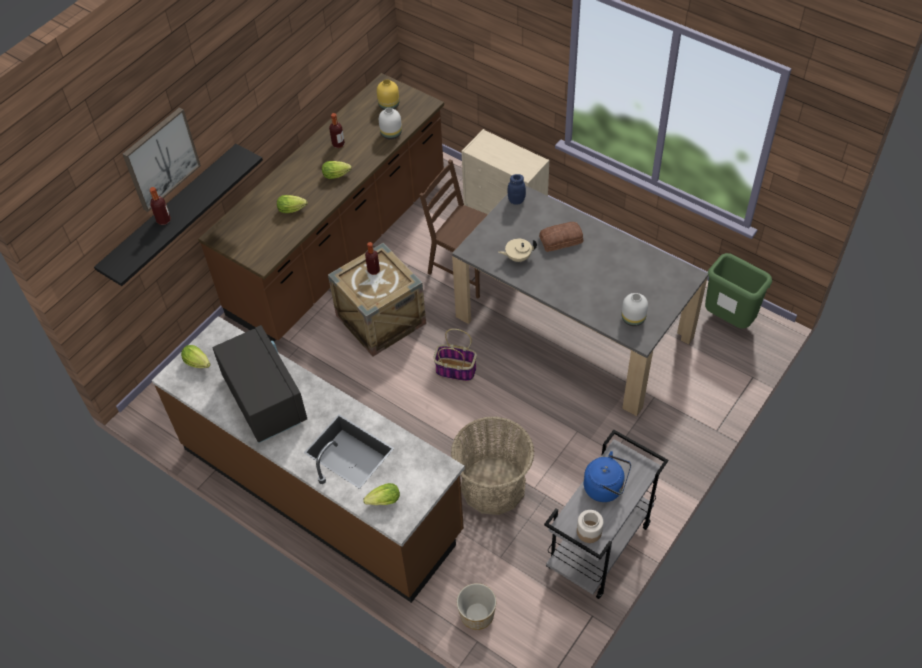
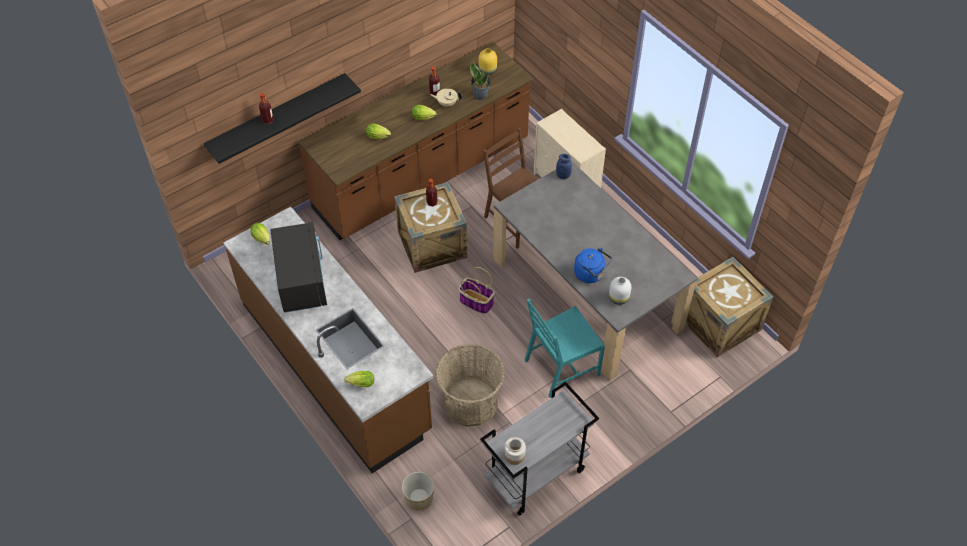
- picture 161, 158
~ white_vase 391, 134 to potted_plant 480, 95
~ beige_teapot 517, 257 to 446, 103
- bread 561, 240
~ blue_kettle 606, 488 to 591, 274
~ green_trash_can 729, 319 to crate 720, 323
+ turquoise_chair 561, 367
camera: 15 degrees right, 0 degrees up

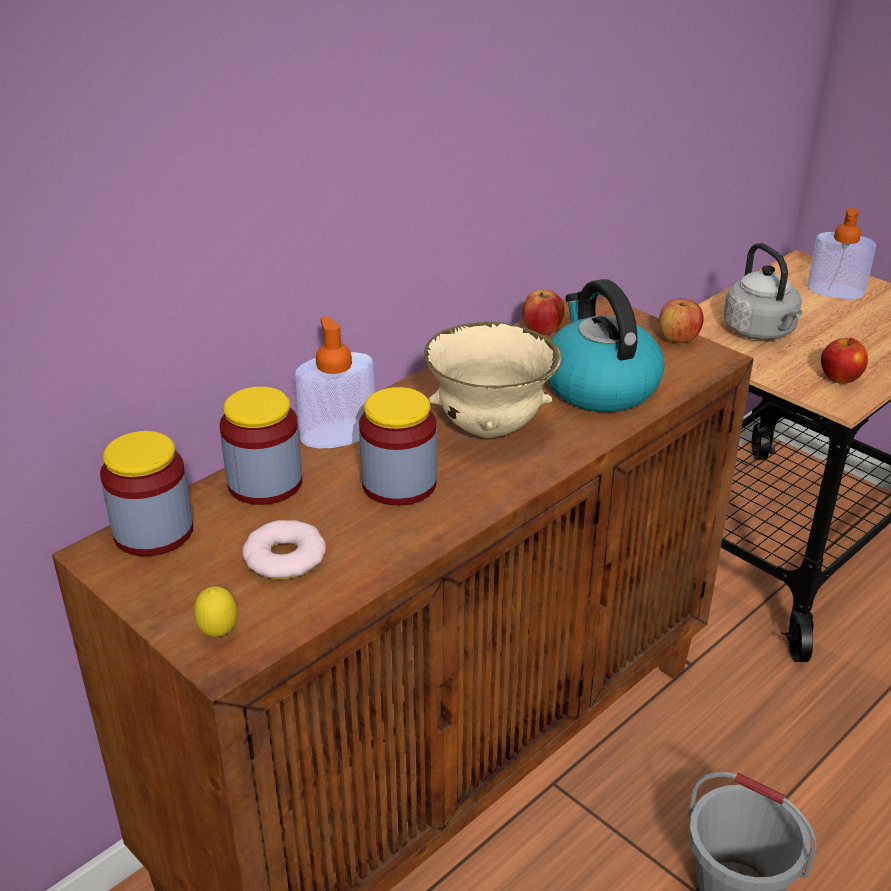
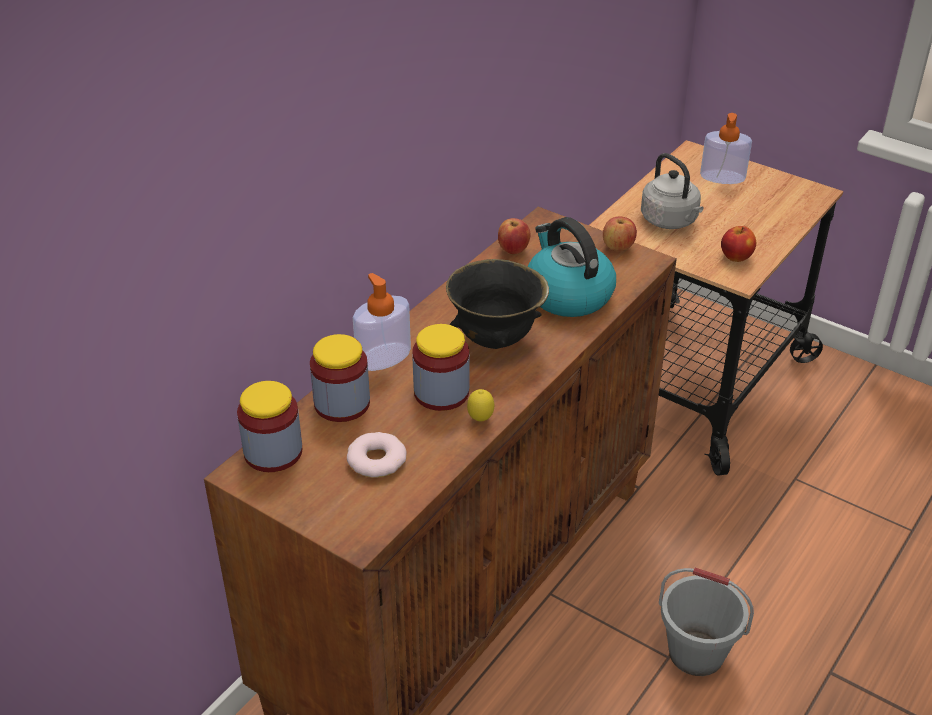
~ lemon 219, 634 to 480, 420
~ beige_bowl 489, 429 to black_bowl 495, 341
camera: 10 degrees left, 5 degrees up

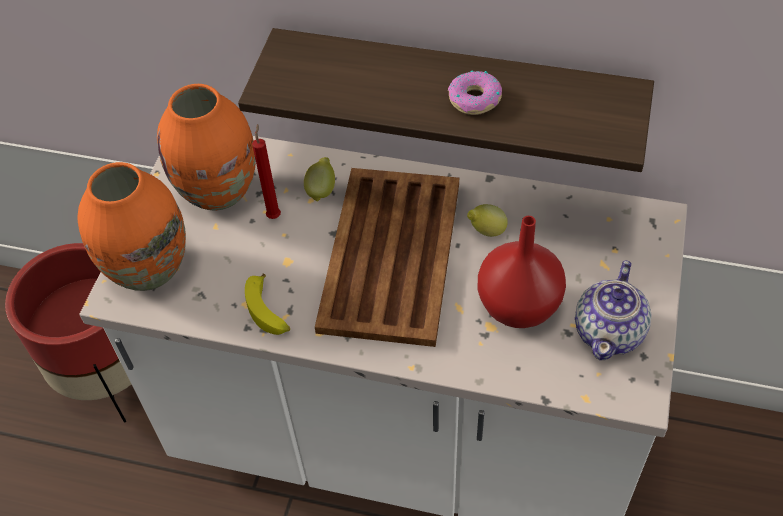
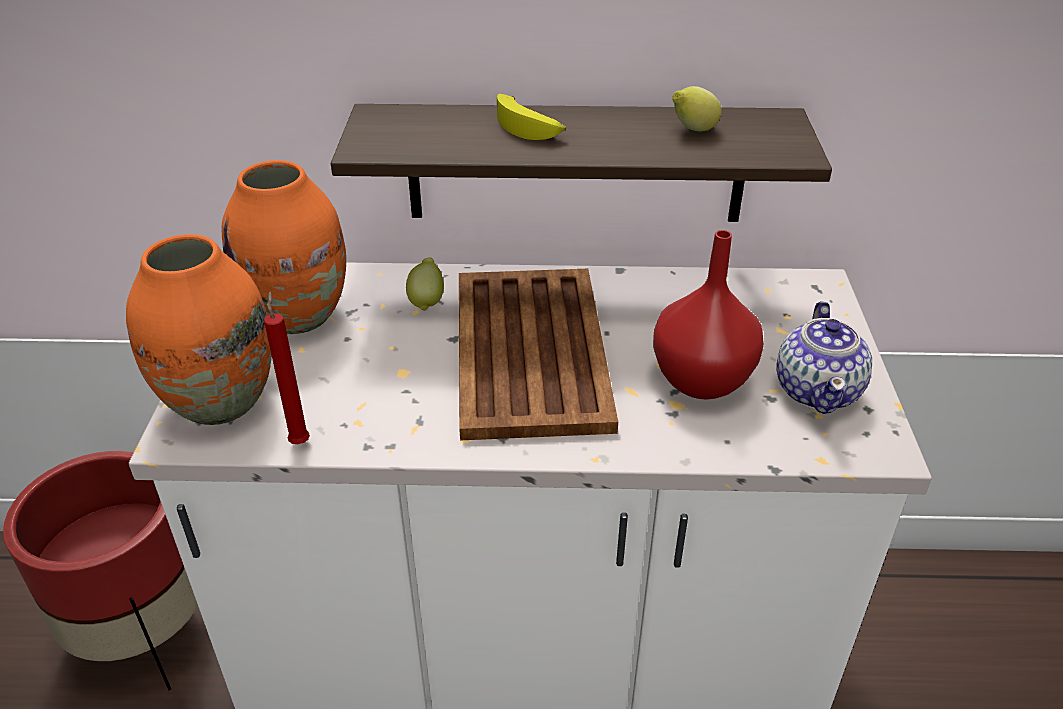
~ banana 269, 311 to 529, 128
~ red_candle 274, 215 to 300, 441
- donut 475, 99
~ lemon 486, 231 to 693, 130
camera: 15 degrees left, 15 degrees down

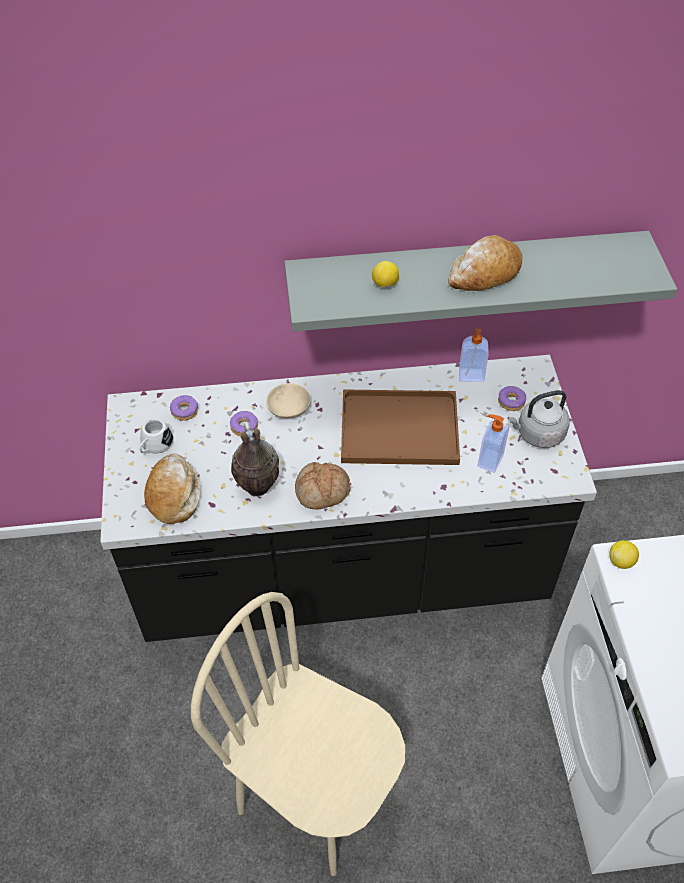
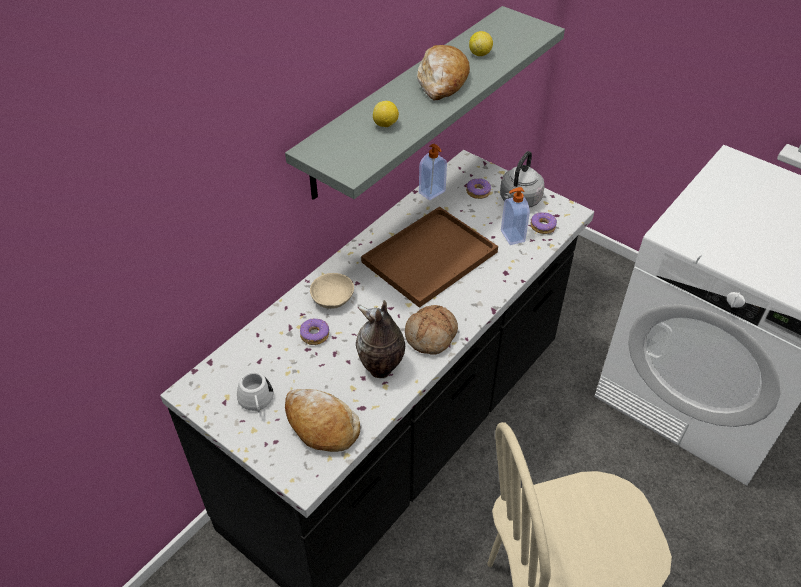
~ donut 185, 411 to 543, 226
~ lemon 621, 561 to 480, 54
camera: 45 degrees left, 5 degrees down

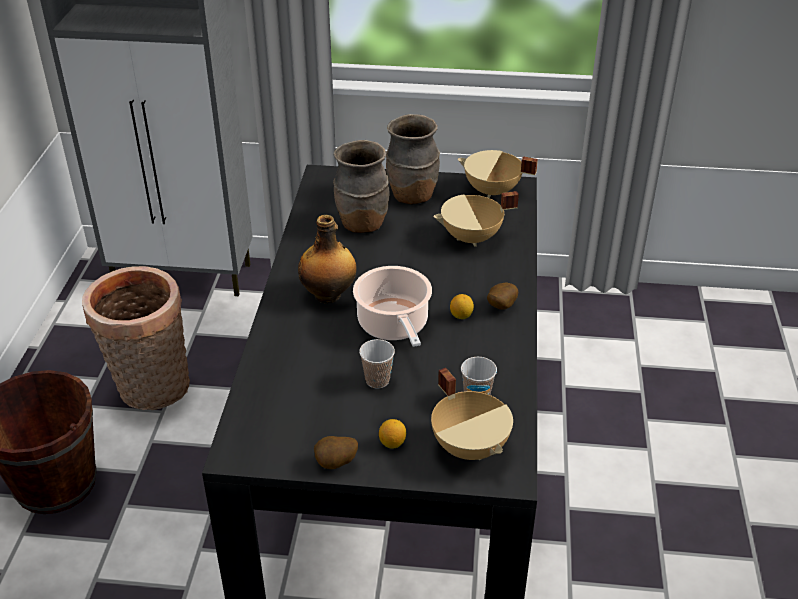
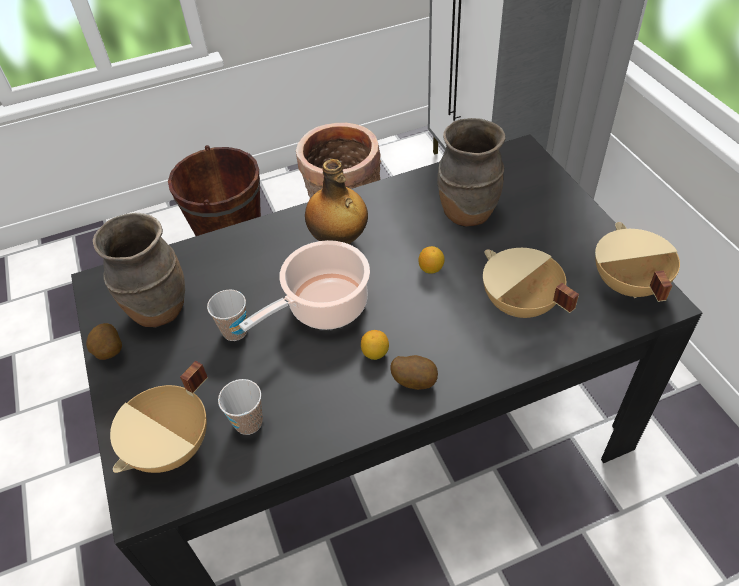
~ lemon 392, 443 to 431, 269
~ brown_vase 411, 196 to 158, 309
camera: 65 degrees right, 10 degrees up

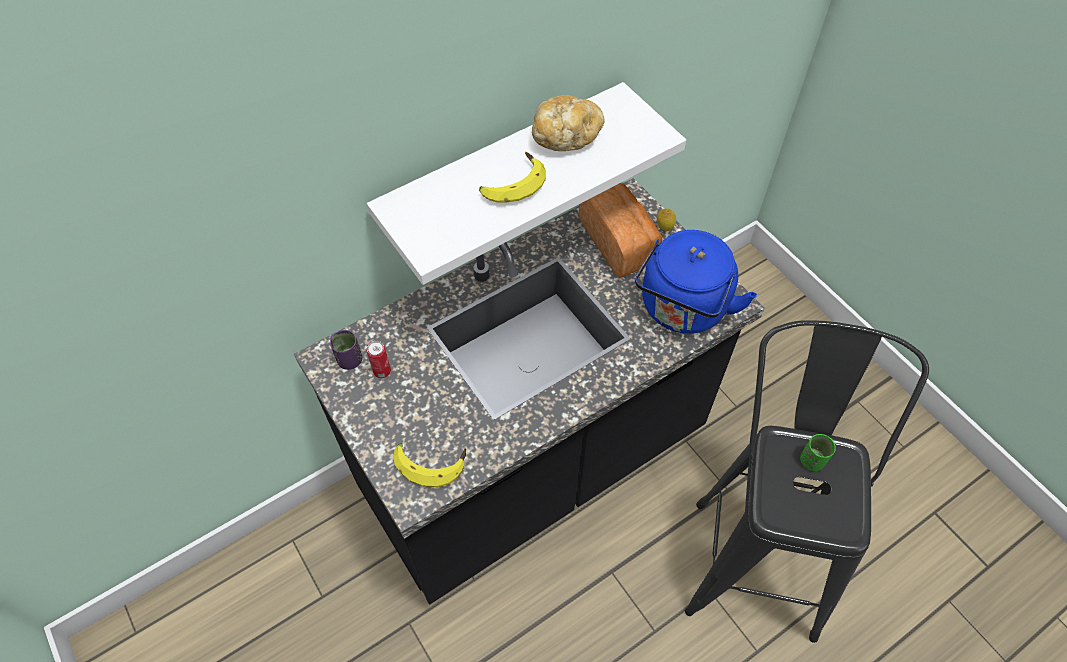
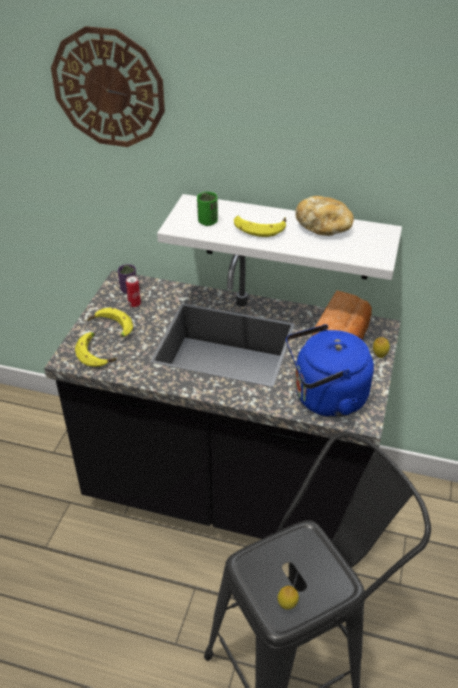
~ green_cup 811, 461 to 207, 222
+ wall_clock 108, 88
+ banana 111, 328
+ lemon 287, 605
camera: 50 degrees right, 15 degrees down

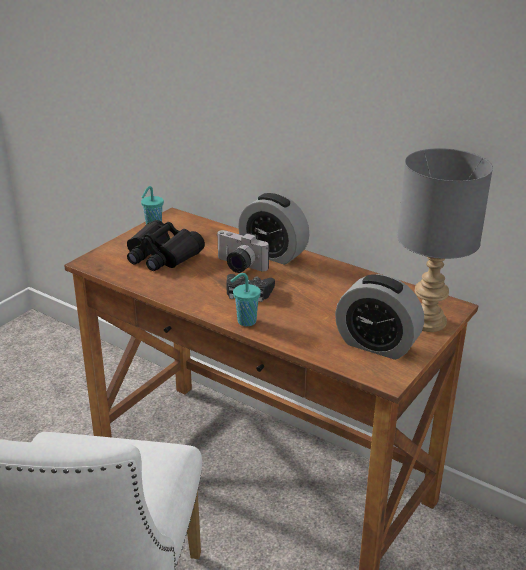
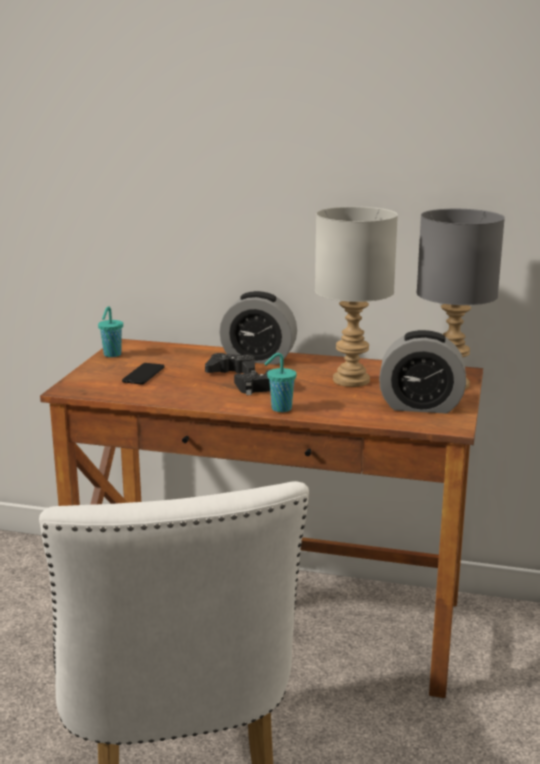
~ black_binoculars 162, 256 to phone 143, 374
~ photo_camera 238, 266 to black_game_controller 232, 371
+ grey_table_lamp 352, 380
camera: 20 degrees left, 10 degrees down

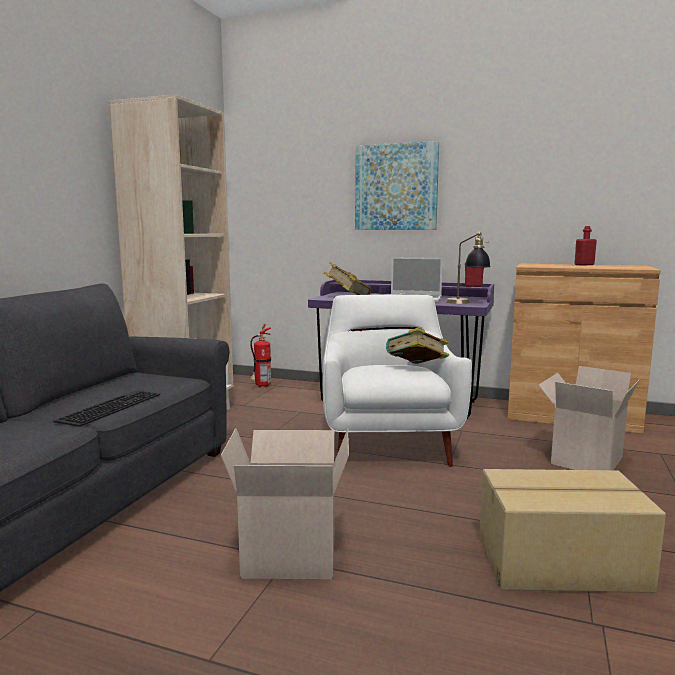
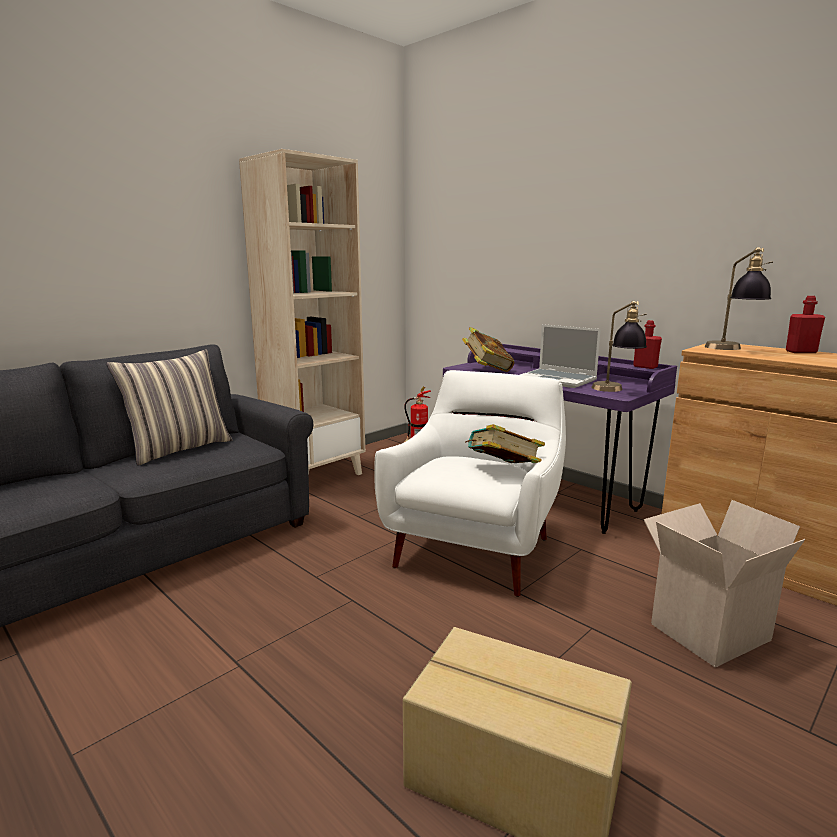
- keyboard 110, 406
- cardboard_box 292, 554
- picture 396, 187
+ pillow 179, 449
+ table_lamp 732, 349
camera: 25 degrees right, 5 degrees up

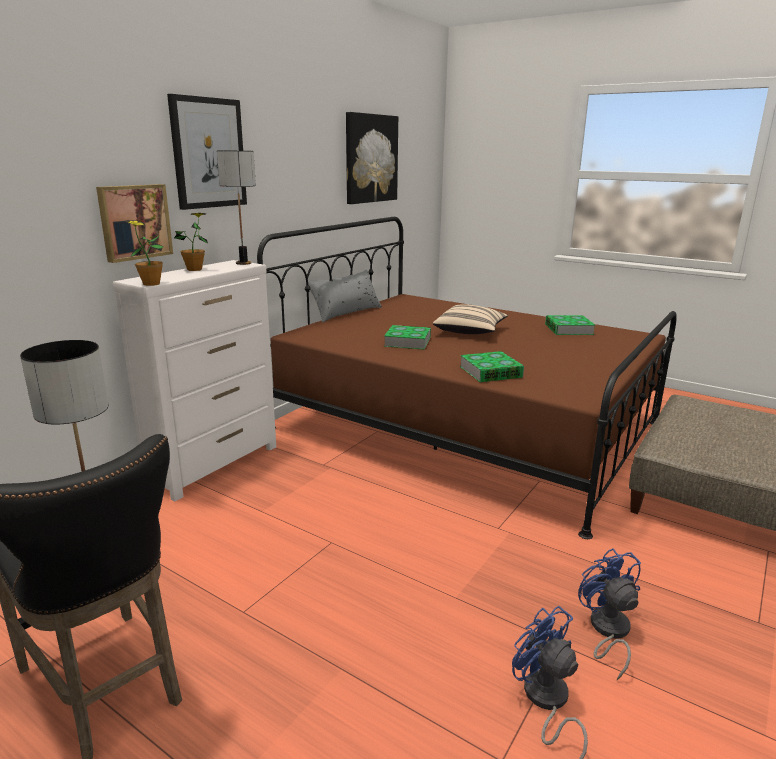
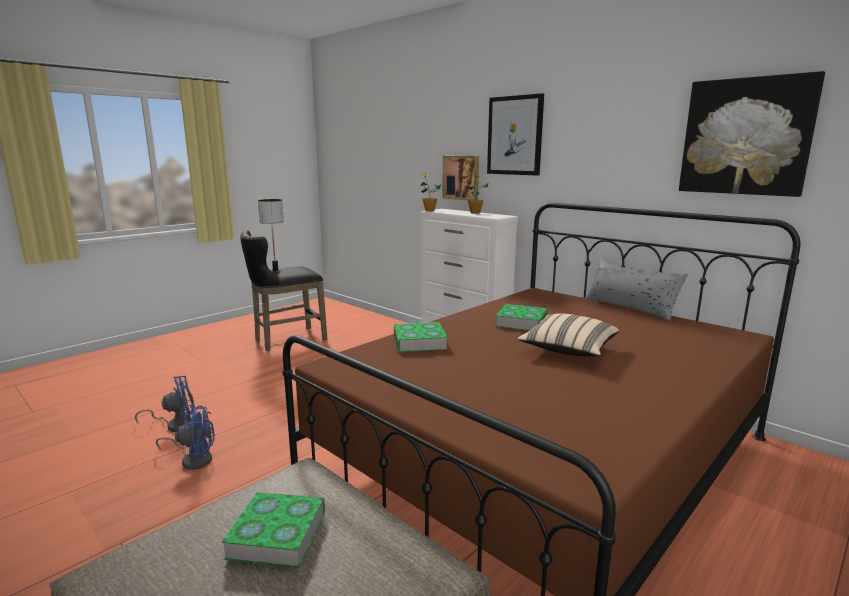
- table_lamp 243, 263
~ book 568, 329 to 277, 535
camera: 100 degrees right, 5 degrees down

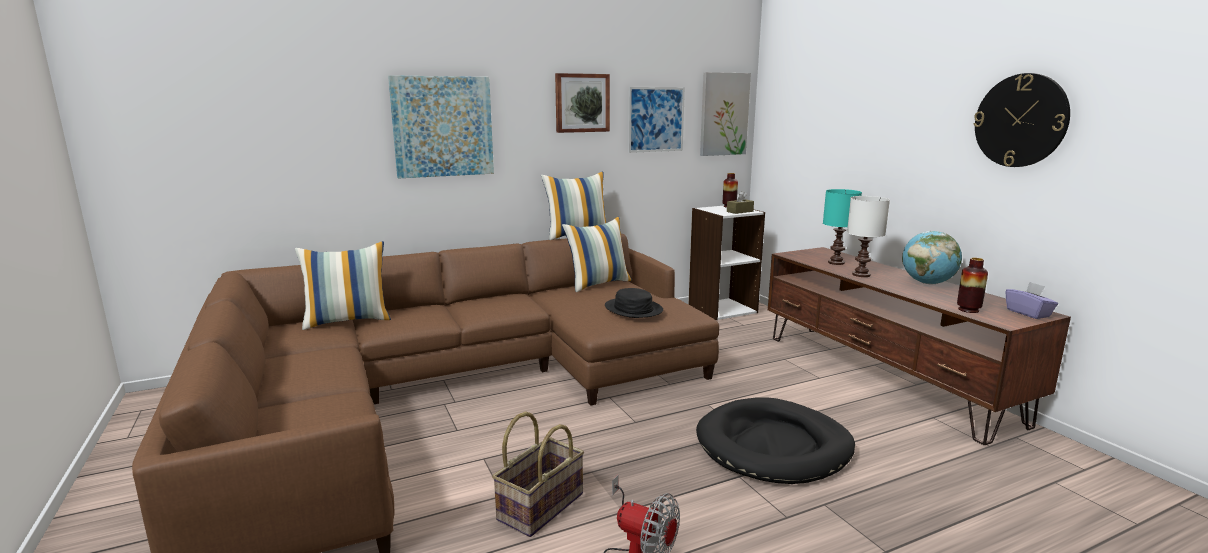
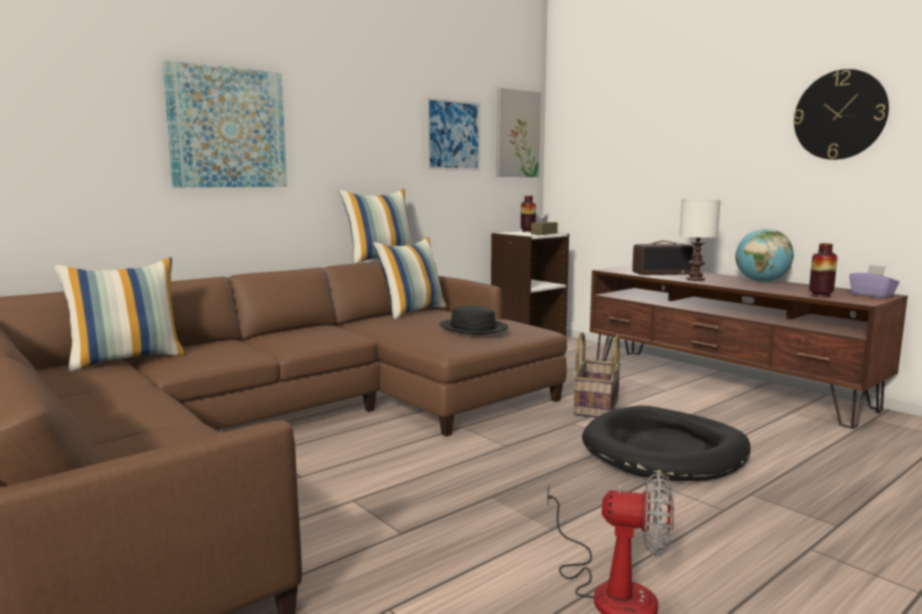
~ basket 540, 506 to 595, 407
- picture 582, 103
~ turquoise_table_lamp 836, 262 to radio 662, 273
camera: 15 degrees left, 5 degrees down

